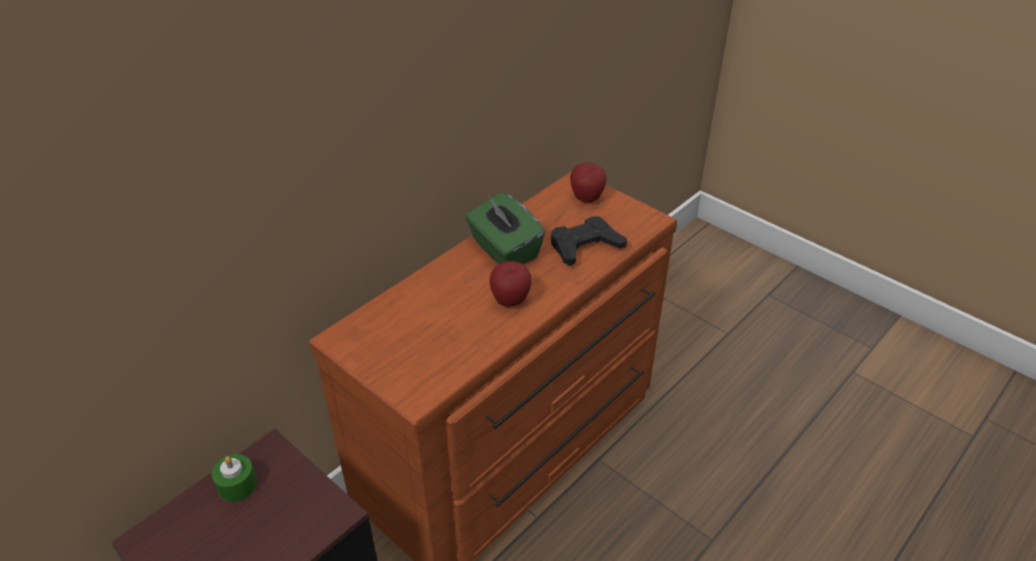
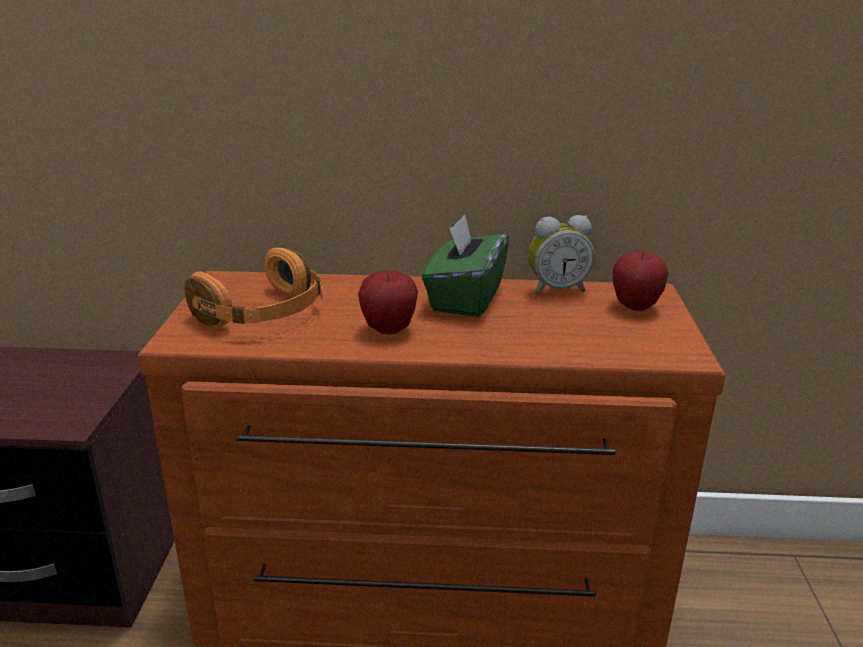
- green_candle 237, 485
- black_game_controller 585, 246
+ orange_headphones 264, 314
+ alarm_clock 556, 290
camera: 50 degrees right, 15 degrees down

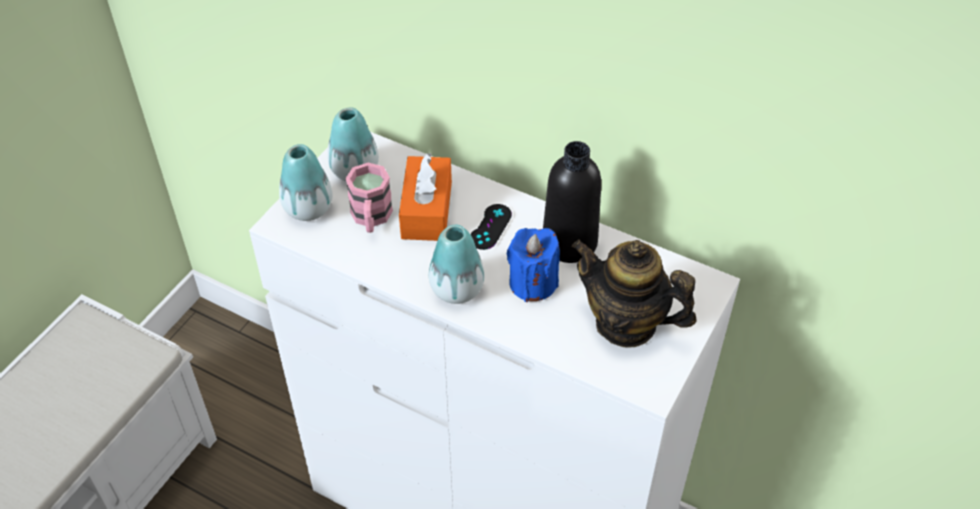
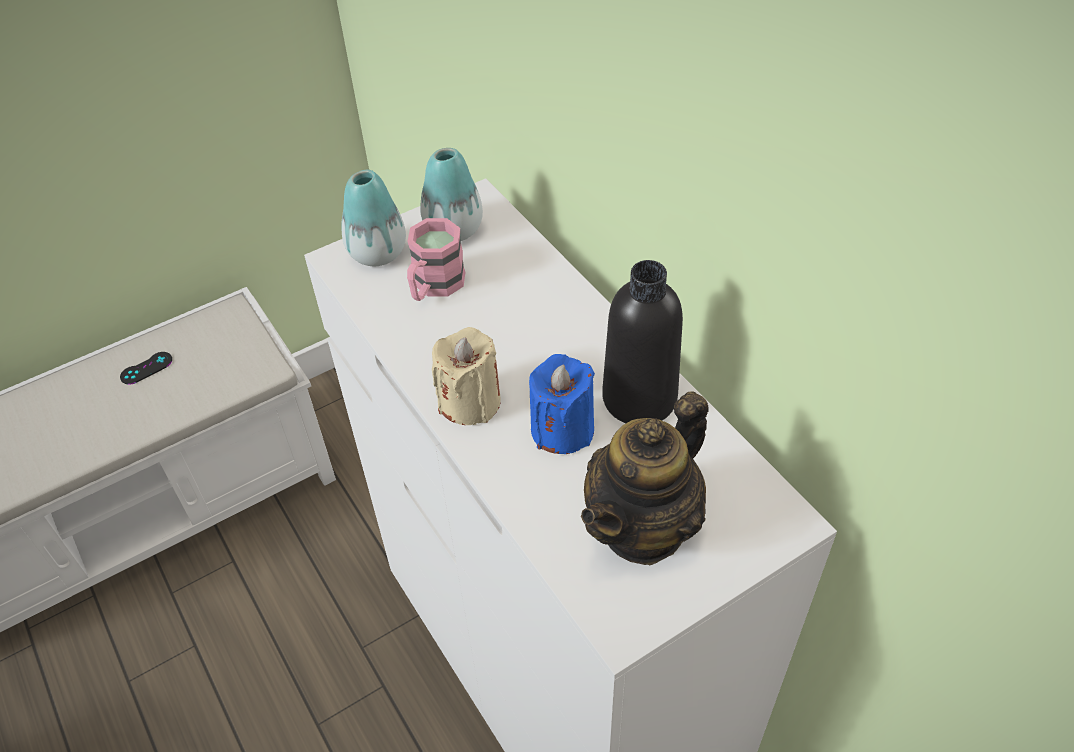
- orange_tissue_box 426, 210
~ vase 457, 289 to beige_candle 470, 402
~ black_game_controller 490, 227 to 146, 368
~ teapot 626, 324 = 644, 527 105 degrees counterclockwise
camera: 30 degrees right, 0 degrees up

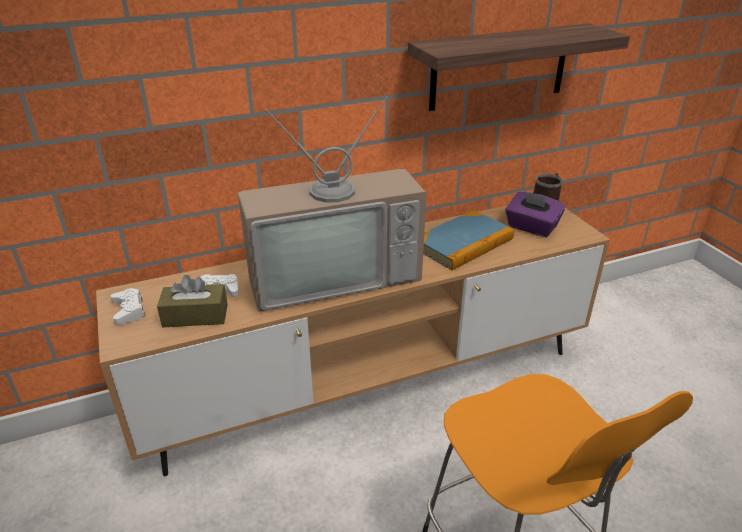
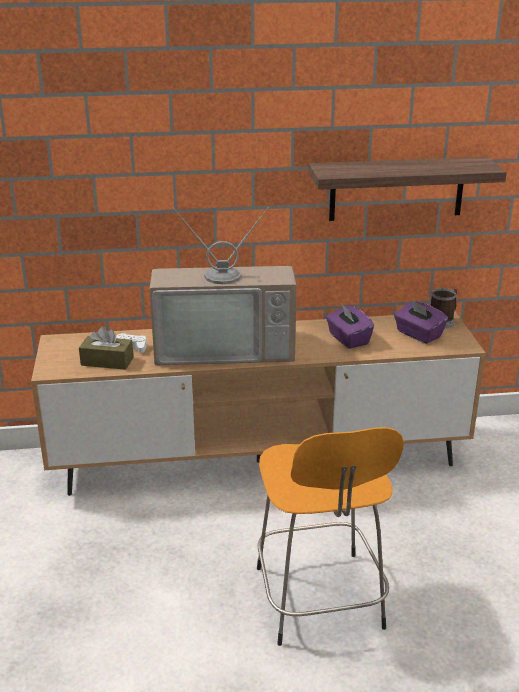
- white_game_controller 129, 311
~ book 463, 243 to purple_tissue_box 348, 339
camera: 15 degrees right, 5 degrees down

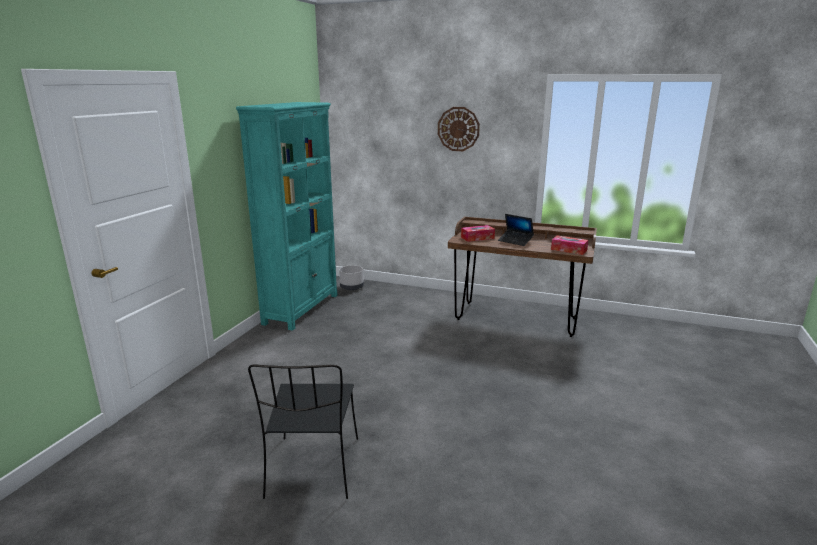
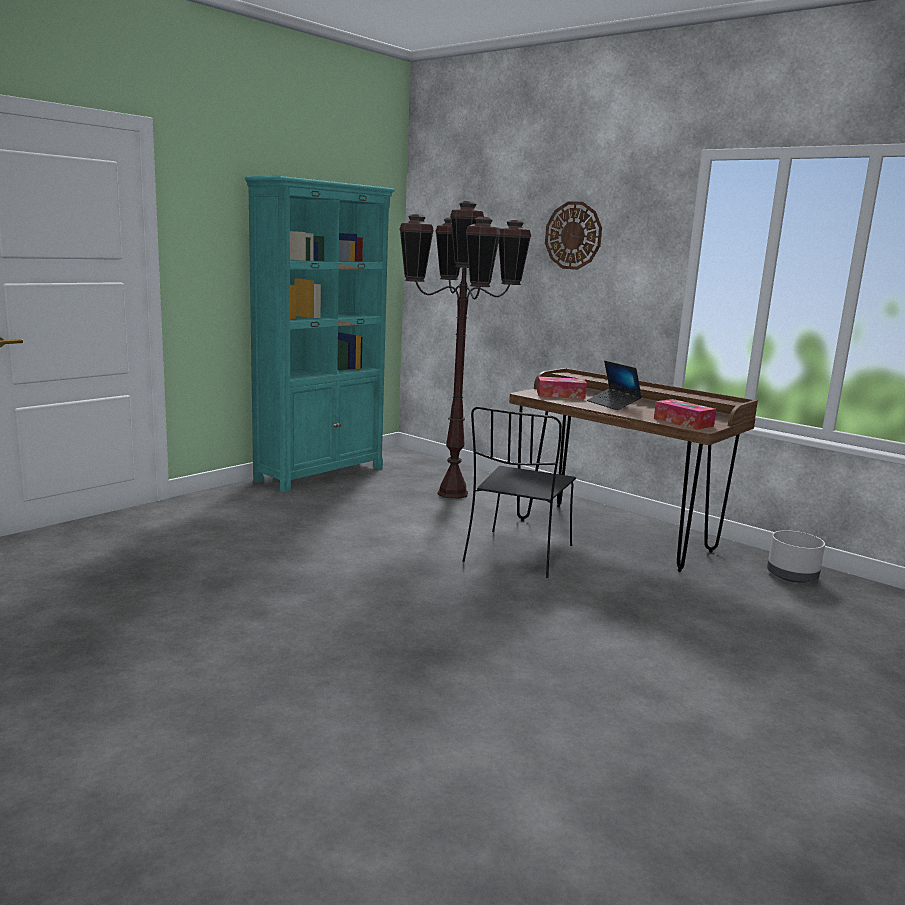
~ black_chair 313, 469 to 517, 555
~ grey_planter 352, 287 to 792, 576
+ brown_floor_lamp 453, 493
camera: 20 degrees right, 5 degrees down

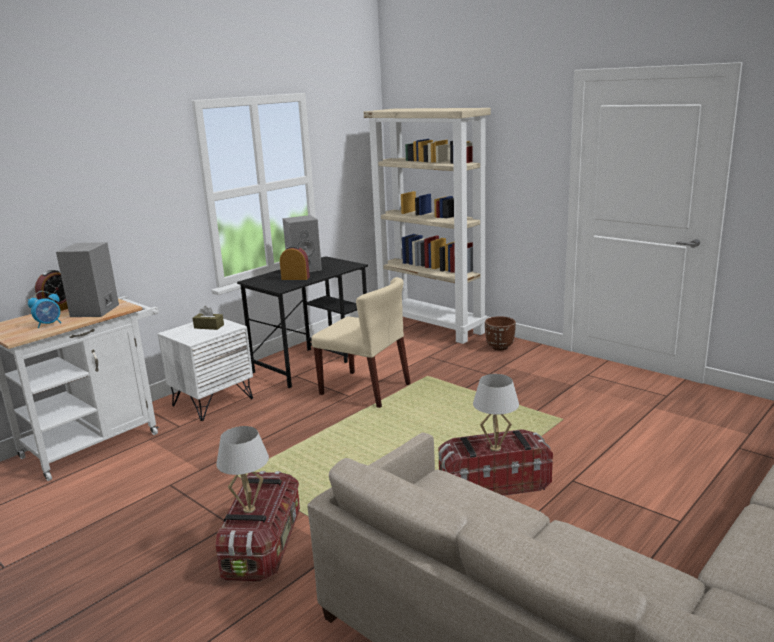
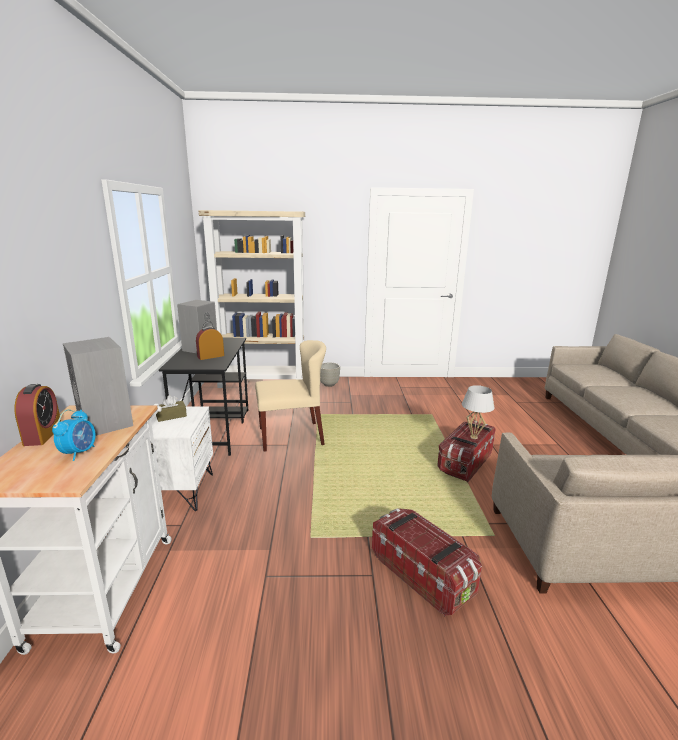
- white_table_lamp 249, 509
~ brown_planter 499, 347 to grey_planter 329, 384
camera: 45 degrees left, 0 degrees up

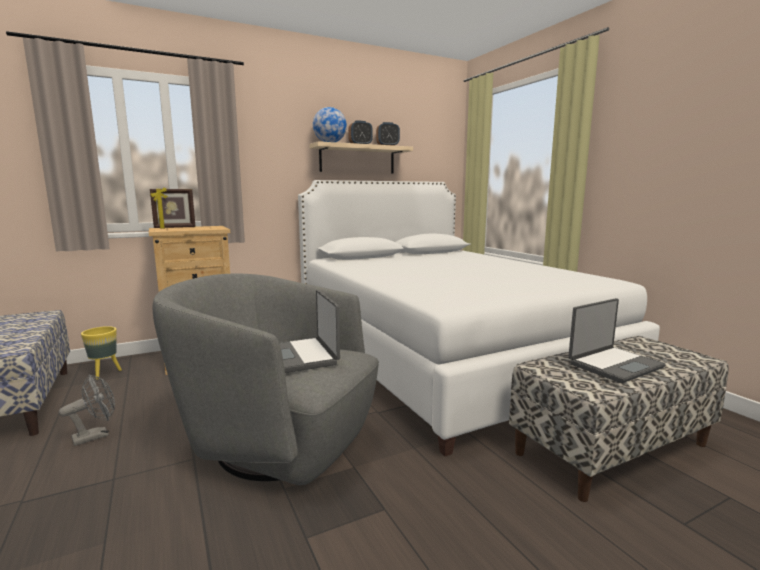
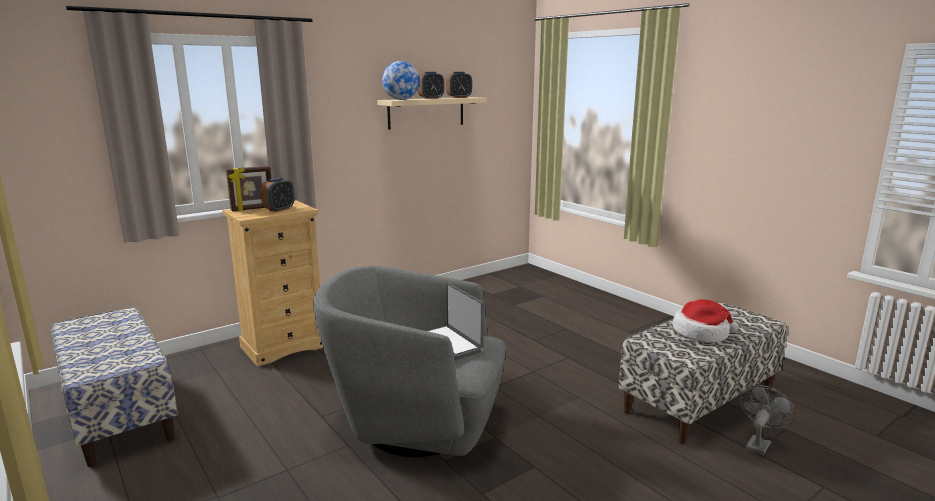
~ grey_fan 96, 435 to 759, 443
- yellow_planter 105, 373
- white_bed 445, 356
~ laptop 614, 365 to hat 701, 333
+ alarm_clock 279, 209
camera: 10 degrees left, 5 degrees up

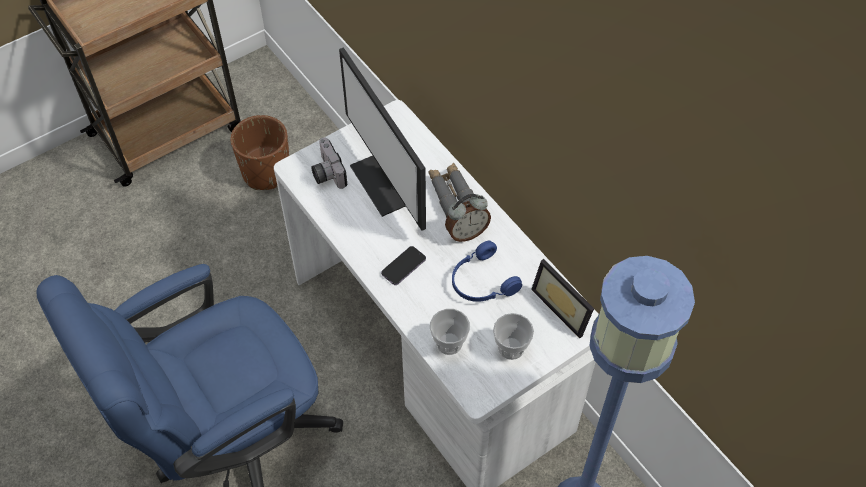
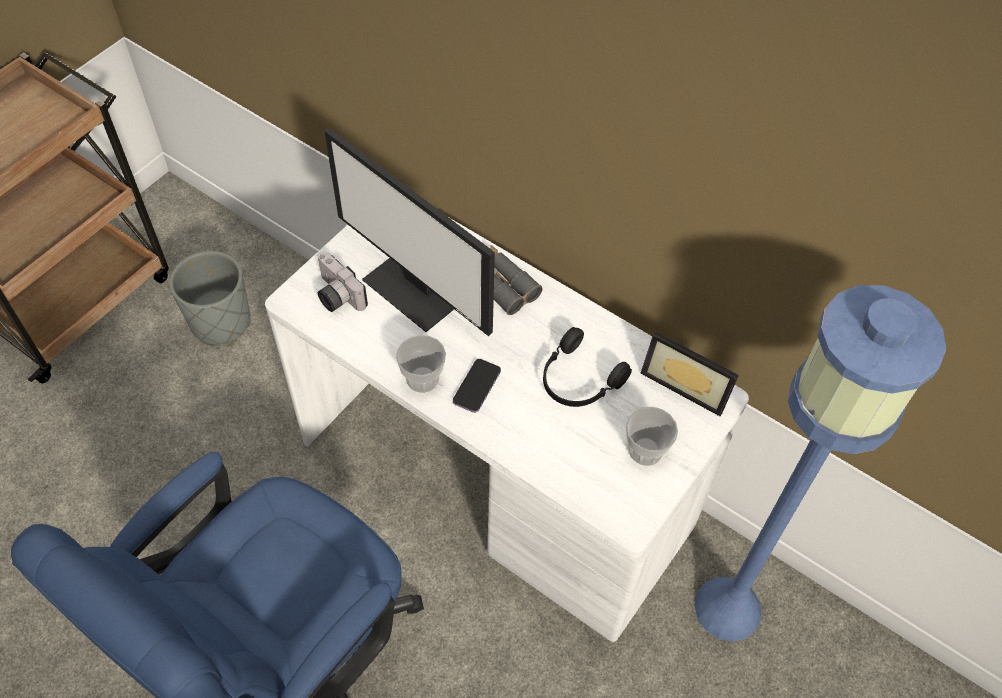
~ brown_planter 266, 172 to grey_planter 220, 321
~ cup 449, 343 to 422, 378
- alarm_clock 466, 233
~ blue_headphones 481, 282 to black_headphones 578, 380
camera: 20 degrees left, 0 degrees up

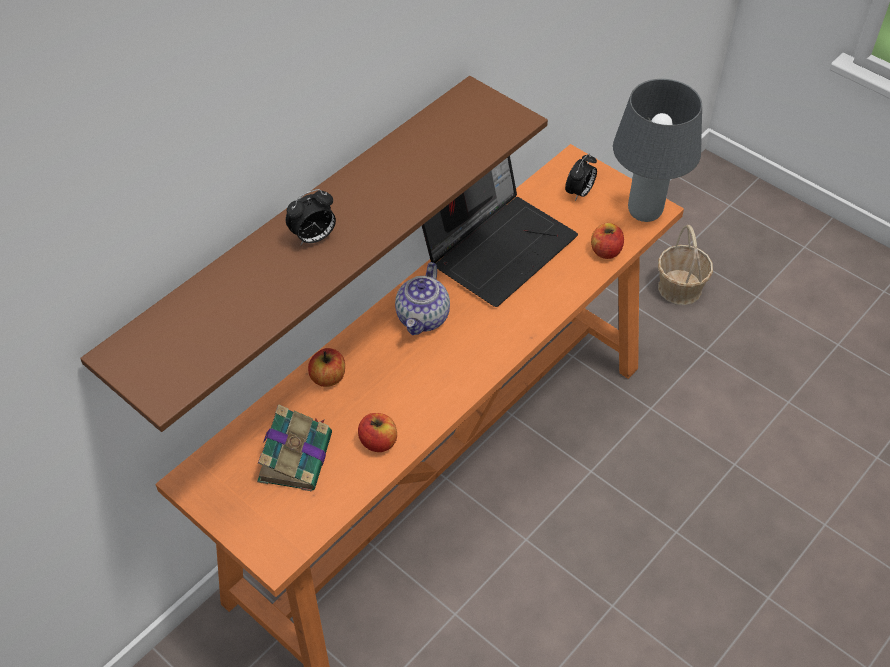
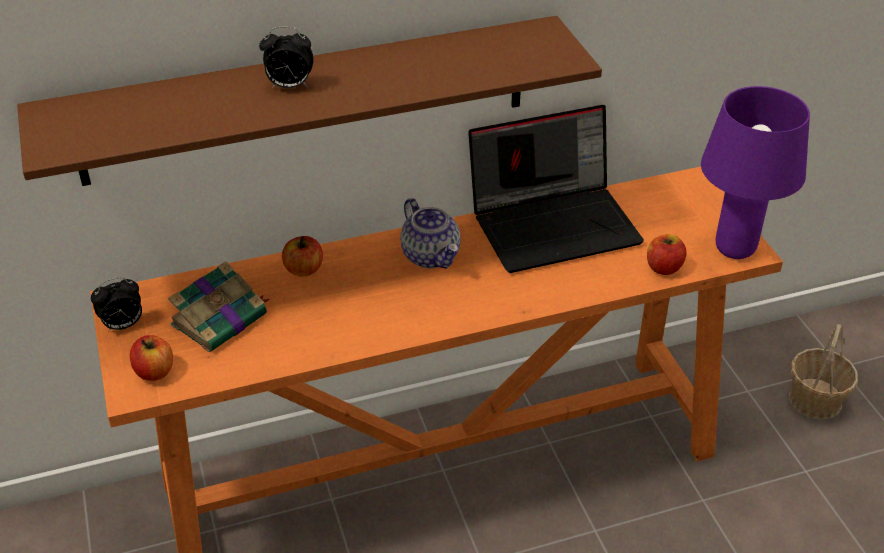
~ apple 378, 442 to 155, 371
~ teapot 423, 318 = 431, 256 75 degrees counterclockwise
~ alarm_clock 579, 193 to 123, 325
~ grey_table_lamp 643, 212 to purple_table_lamp 733, 249
camera: 30 degrees right, 10 degrees down

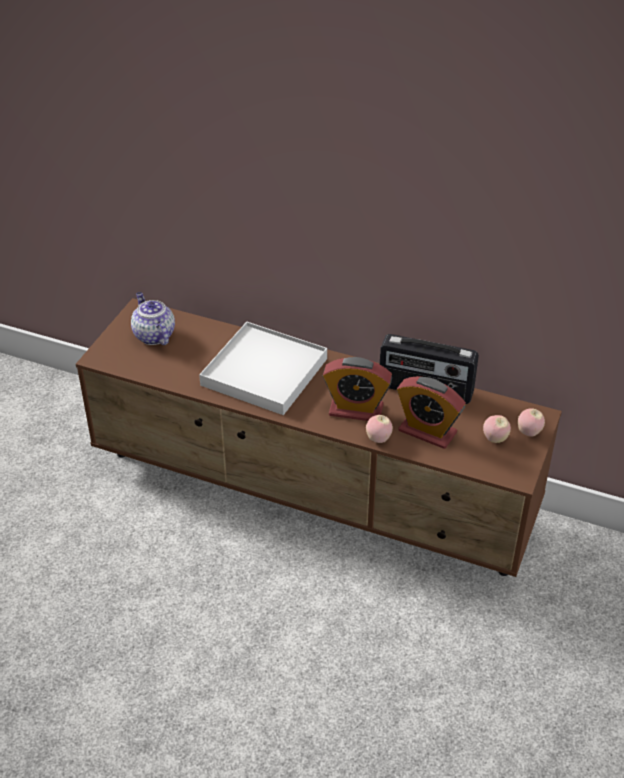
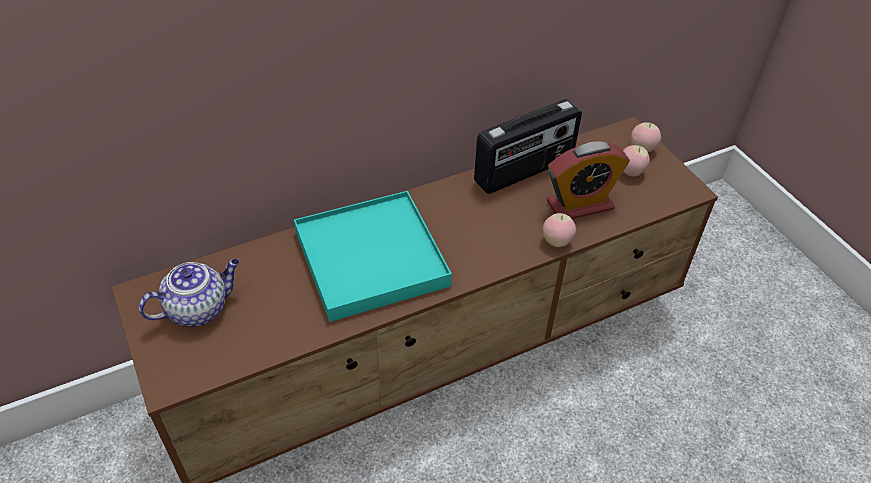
~ teapot 153, 335 = 199, 308 135 degrees clockwise
~ white_tray 264, 372 to turquoise_tray 370, 258
- alarm_clock 356, 410
camera: 50 degrees left, 5 degrees up

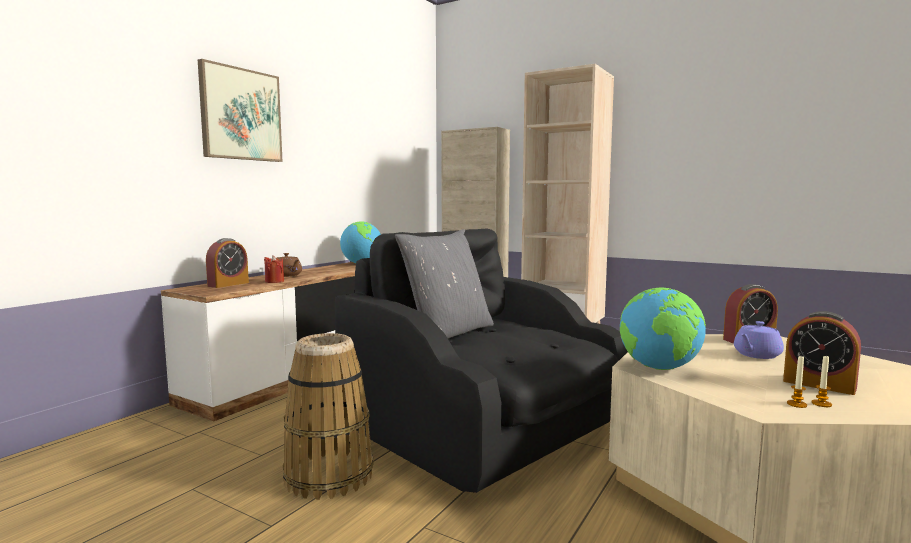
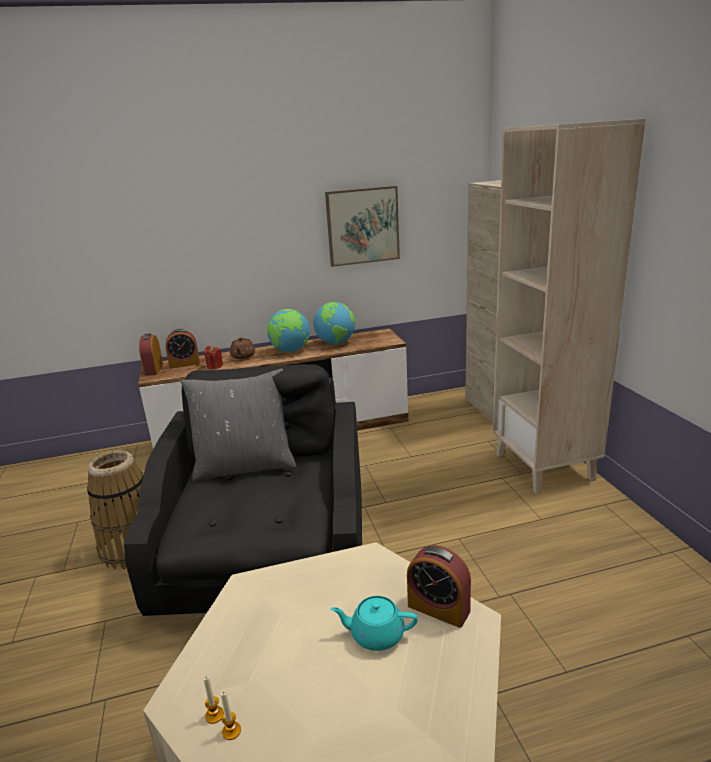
~ picture 241, 114 to 362, 226
~ globe 660, 368 to 290, 351
~ purple_teapot 756, 355 to turquoise_teapot 376, 635
~ alarm_clock 819, 384 to 154, 369
camera: 45 degrees right, 15 degrees up

